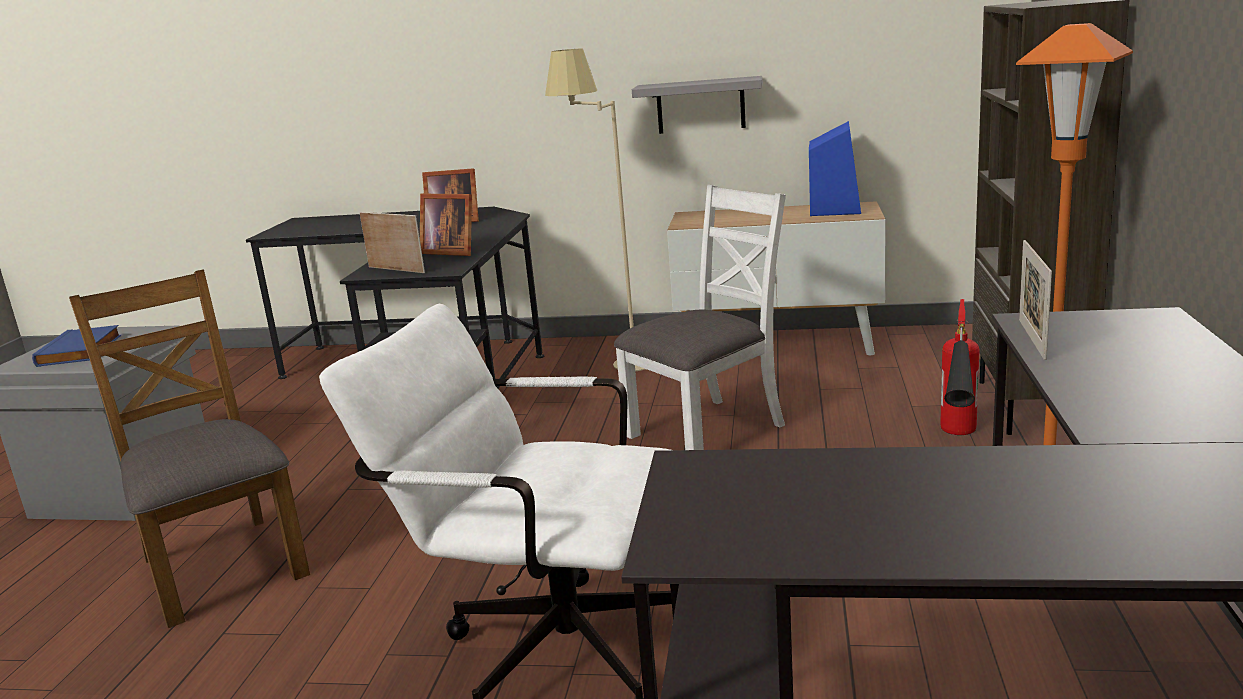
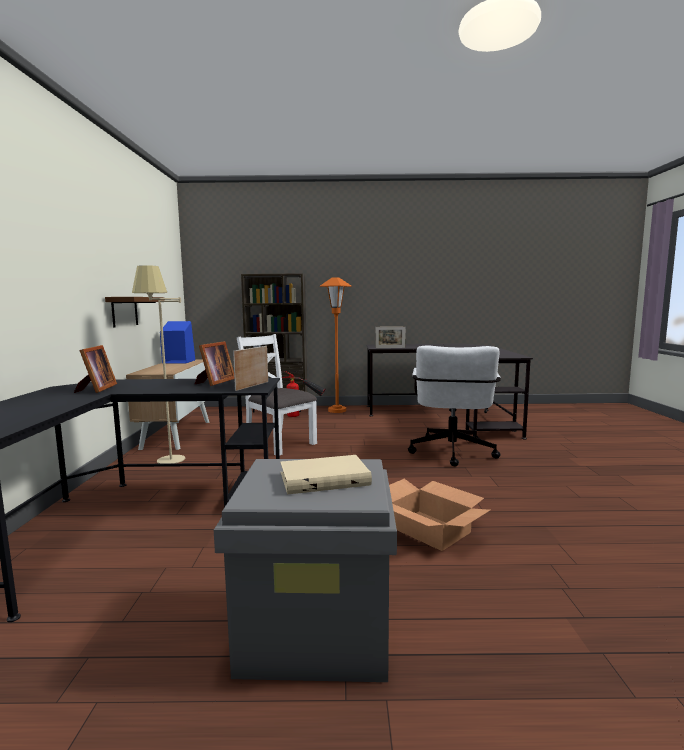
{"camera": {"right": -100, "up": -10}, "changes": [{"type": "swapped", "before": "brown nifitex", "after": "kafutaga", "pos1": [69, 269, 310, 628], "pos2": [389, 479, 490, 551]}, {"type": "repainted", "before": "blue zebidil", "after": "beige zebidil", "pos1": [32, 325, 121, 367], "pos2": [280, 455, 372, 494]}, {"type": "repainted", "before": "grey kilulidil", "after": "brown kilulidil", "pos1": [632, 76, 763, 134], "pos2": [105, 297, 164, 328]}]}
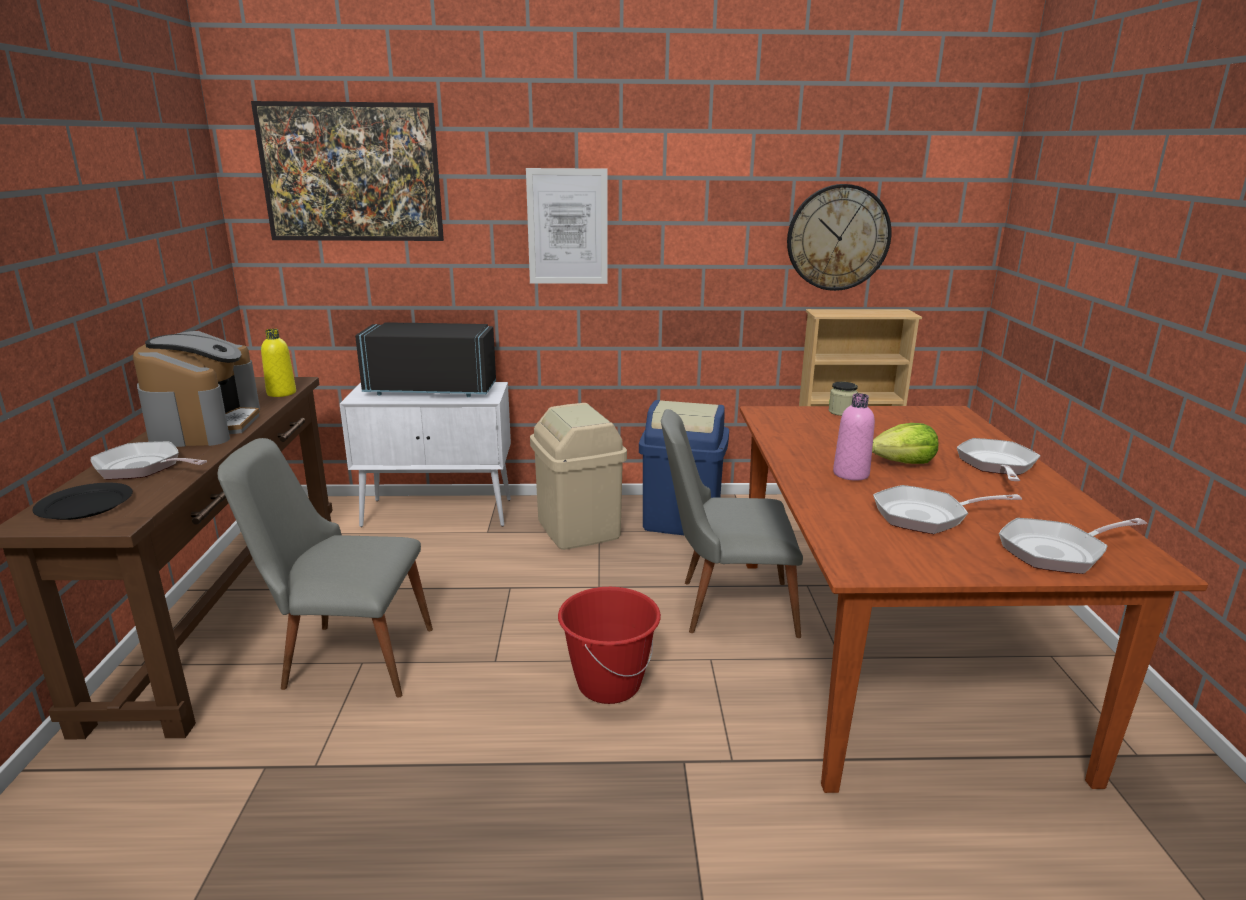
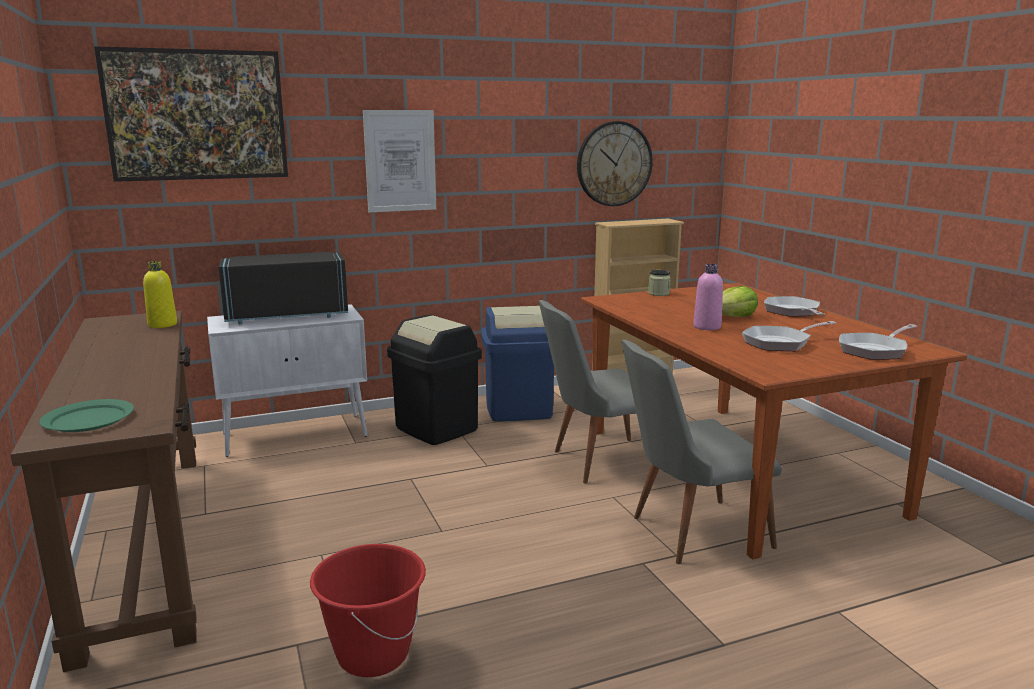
{"camera": {"right": -20, "up": -5}, "changes": [{"type": "gone", "before": "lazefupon", "pos1": [91, 441, 207, 480]}, {"type": "gone", "before": "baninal", "pos1": [133, 331, 260, 447]}, {"type": "shifted", "before": "grey nifitex", "pos1": [218, 438, 433, 697], "pos2": [622, 340, 782, 564]}, {"type": "shifted", "before": "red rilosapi", "pos1": [558, 587, 661, 704], "pos2": [310, 544, 426, 677]}, {"type": "repainted", "before": "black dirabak", "after": "green dirabak", "pos1": [33, 483, 133, 520], "pos2": [39, 399, 134, 432]}, {"type": "repainted", "before": "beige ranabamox", "after": "black ranabamox", "pos1": [530, 403, 627, 550], "pos2": [387, 315, 482, 445]}]}
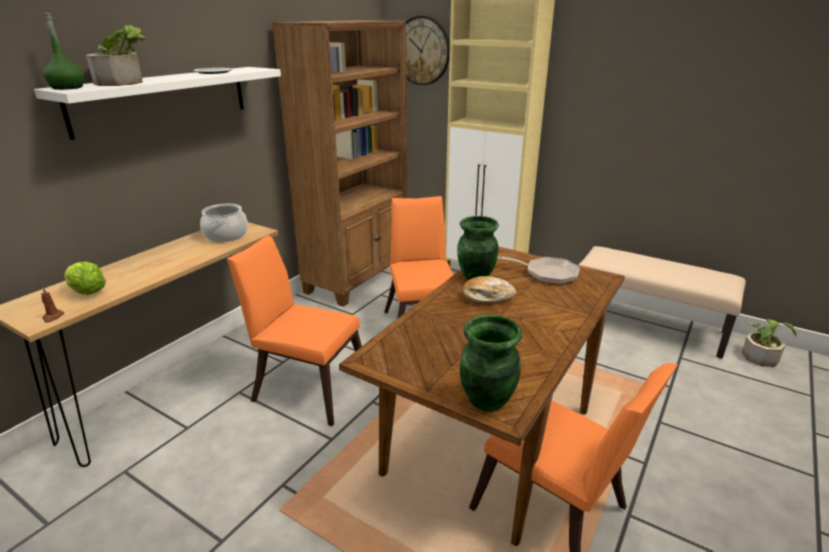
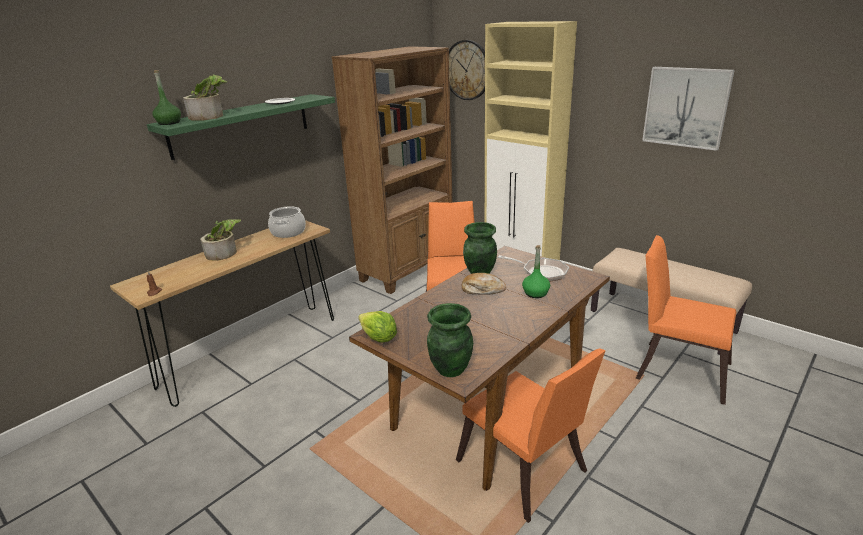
{"camera": {"right": 10, "up": 0}, "changes": [{"type": "new", "after": "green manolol", "pos2": [522, 245, 550, 298]}, {"type": "new", "after": "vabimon", "pos2": [642, 67, 735, 151]}, {"type": "shifted", "before": "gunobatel", "pos1": [64, 262, 106, 295], "pos2": [358, 311, 397, 342]}, {"type": "shifted", "before": "orange nifitex", "pos1": [227, 236, 362, 426], "pos2": [636, 235, 736, 405]}, {"type": "shifted", "before": "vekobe", "pos1": [742, 319, 797, 367], "pos2": [200, 219, 241, 261]}, {"type": "repainted", "before": "white kilulidil", "after": "green kilulidil", "pos1": [34, 67, 281, 140], "pos2": [147, 94, 335, 160]}]}
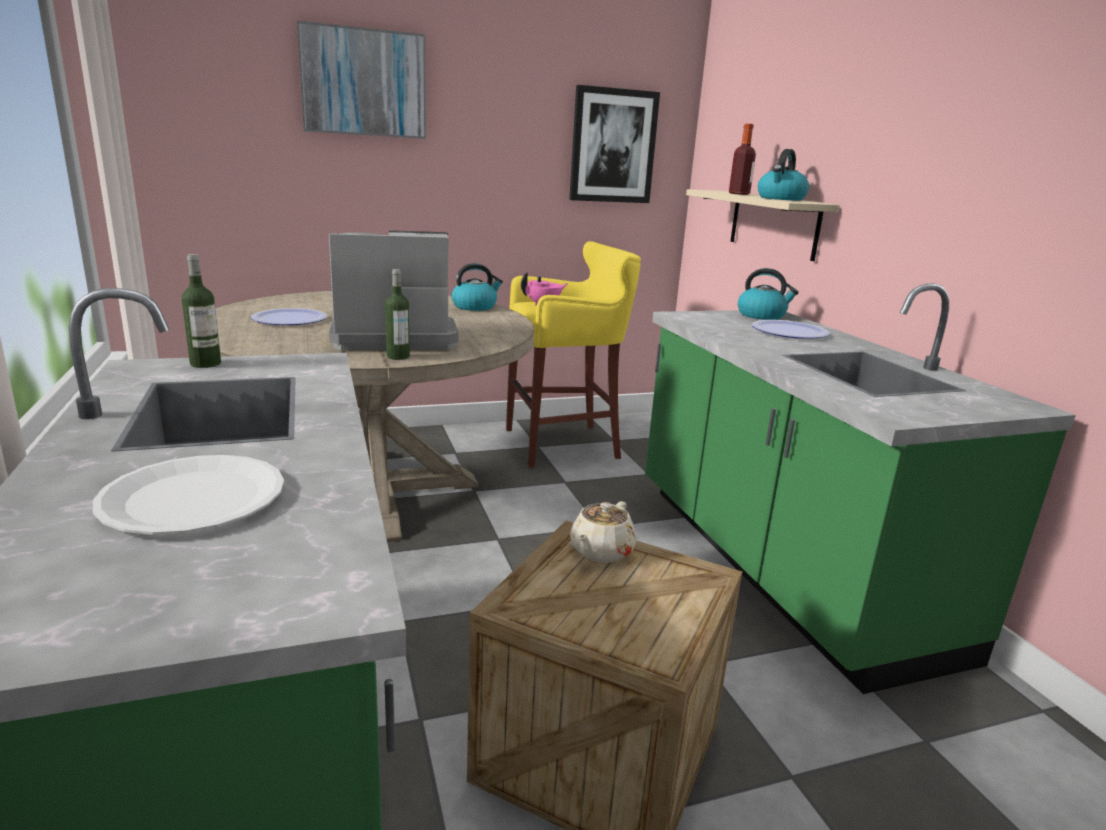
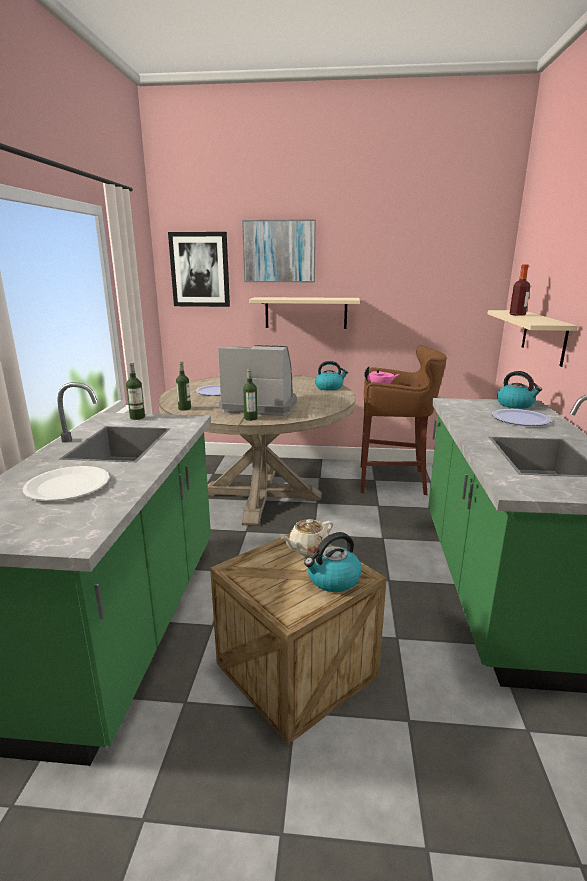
{"camera": {"right": 25, "up": 0}, "changes": [{"type": "new", "after": "manolol", "pos2": [176, 362, 191, 410]}, {"type": "new", "after": "beige kilulidil", "pos2": [249, 297, 360, 329]}, {"type": "shifted", "before": "vabimon", "pos1": [569, 85, 660, 203], "pos2": [168, 232, 230, 307]}, {"type": "shifted", "before": "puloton", "pos1": [758, 149, 809, 201], "pos2": [304, 532, 362, 592]}, {"type": "repainted", "before": "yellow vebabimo", "after": "brown vebabimo", "pos1": [506, 241, 641, 468], "pos2": [360, 345, 447, 495]}]}
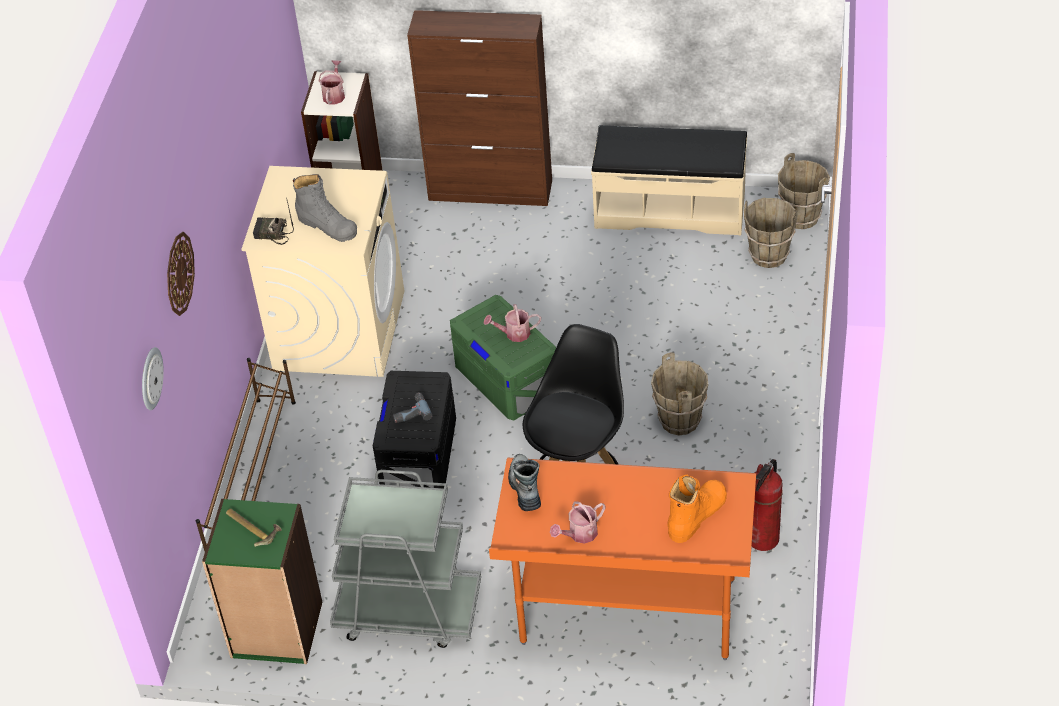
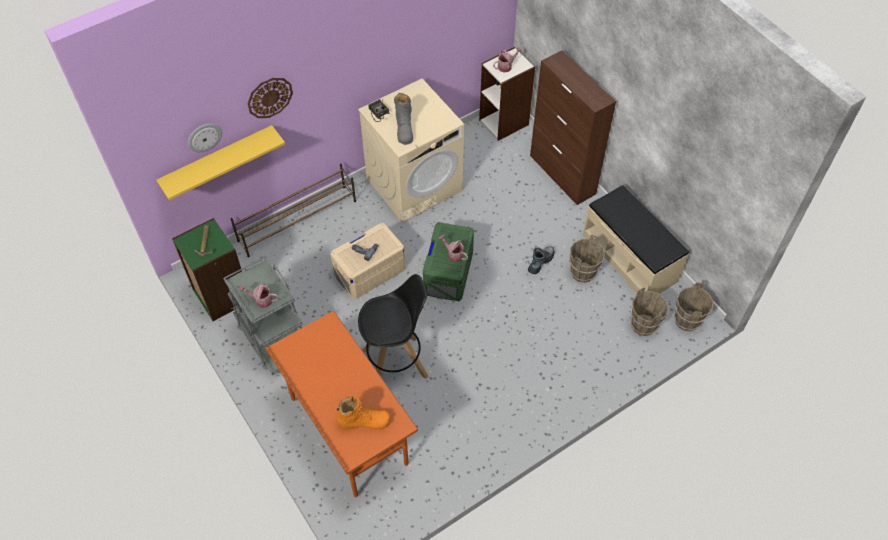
{"camera": {"right": 45, "up": 10}, "changes": [{"type": "gone", "before": "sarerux", "pos1": [752, 459, 783, 551]}, {"type": "new", "after": "yellow kilulidil", "pos2": [156, 125, 285, 200]}, {"type": "shifted", "before": "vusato", "pos1": [508, 454, 541, 511], "pos2": [528, 246, 555, 274]}, {"type": "shifted", "before": "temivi", "pos1": [550, 501, 606, 544], "pos2": [239, 283, 279, 308]}, {"type": "shifted", "before": "brown rilosapi", "pos1": [651, 352, 709, 435], "pos2": [569, 235, 605, 283]}, {"type": "repainted", "before": "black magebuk", "after": "beige magebuk", "pos1": [373, 371, 456, 489], "pos2": [330, 223, 405, 299]}]}
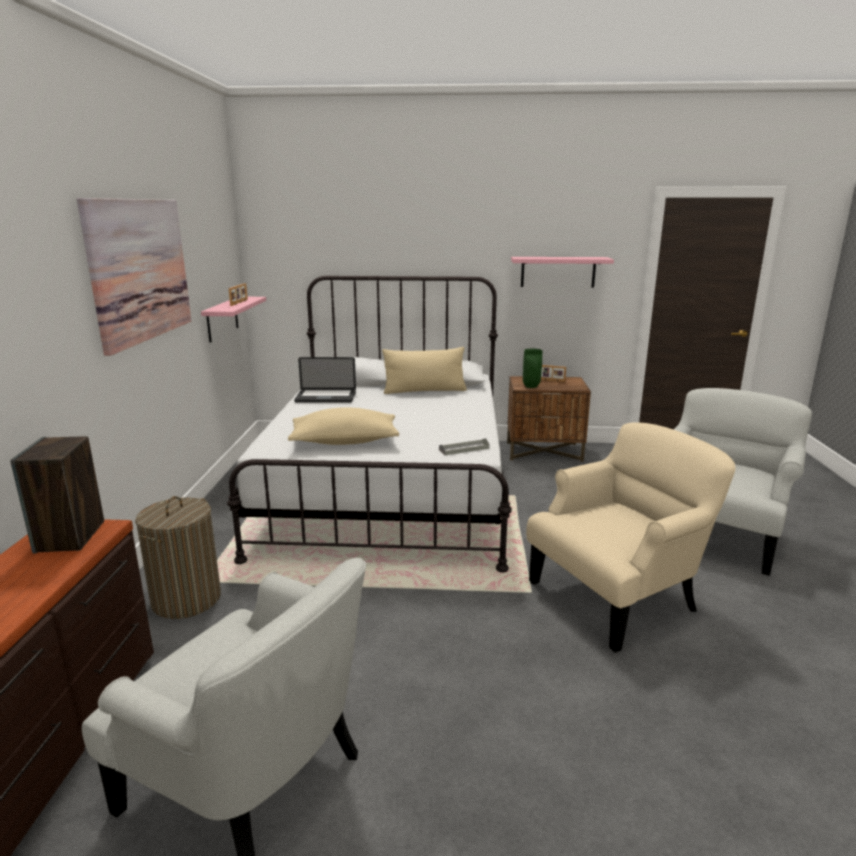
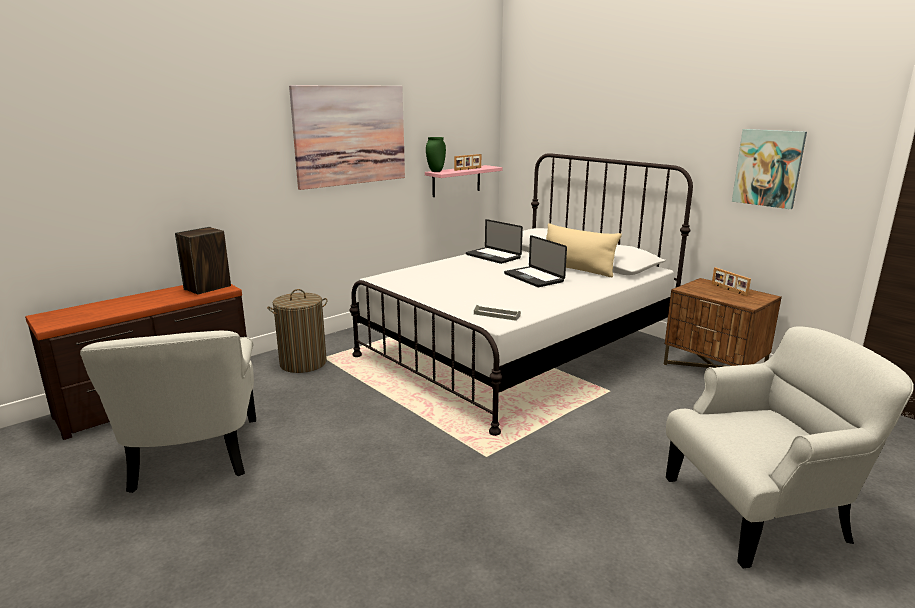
{"camera": {"right": 45, "up": 0}, "changes": [{"type": "gone", "before": "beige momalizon", "pos1": [288, 408, 399, 445]}, {"type": "gone", "before": "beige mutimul", "pos1": [526, 422, 735, 653]}, {"type": "new", "after": "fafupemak", "pos2": [504, 235, 567, 287]}, {"type": "shifted", "before": "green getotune", "pos1": [523, 349, 543, 388], "pos2": [426, 137, 446, 172]}, {"type": "swapped", "before": "pink kilulidil", "after": "vabimon", "pos1": [511, 257, 614, 287], "pos2": [732, 129, 807, 209]}]}
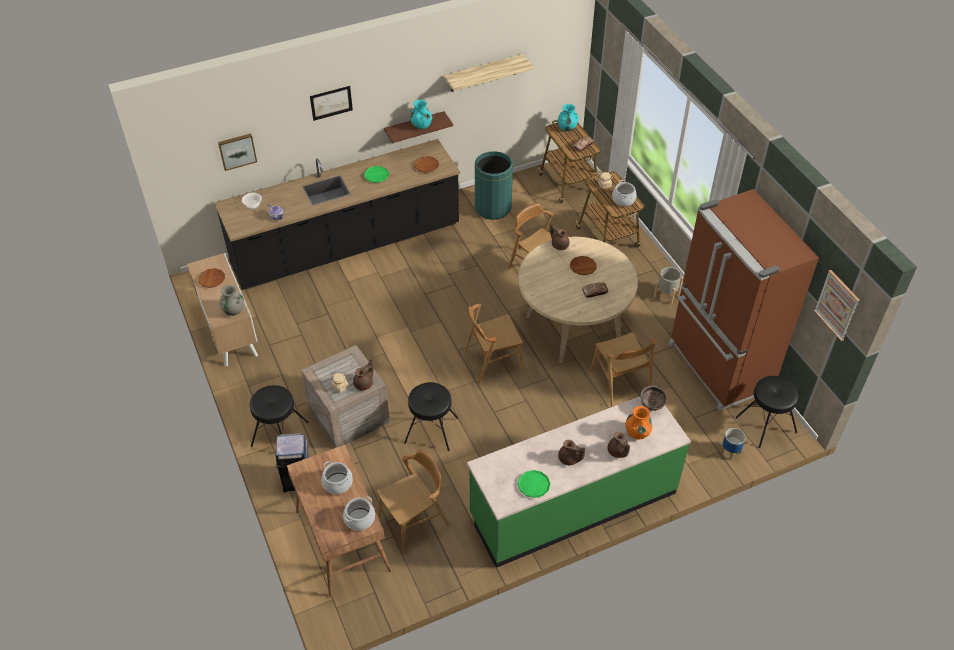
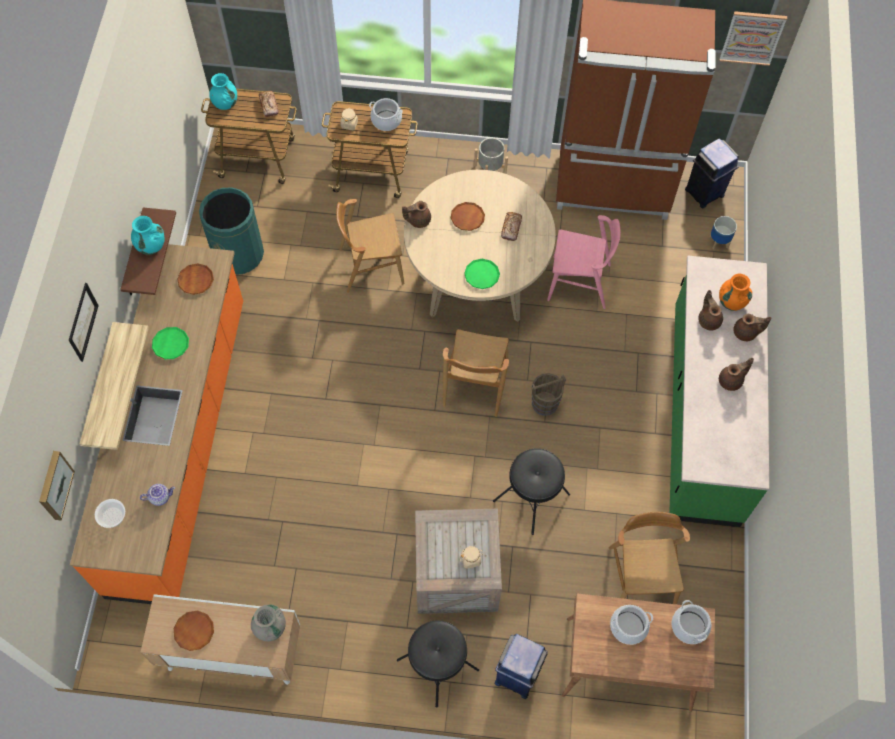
{"camera": {"right": -60, "up": 15}, "changes": [{"type": "gone", "before": "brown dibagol", "pos1": [640, 386, 667, 411]}, {"type": "new", "after": "brown rilosapi", "pos2": [532, 373, 566, 416]}, {"type": "shifted", "before": "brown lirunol", "pos1": [353, 359, 374, 391], "pos2": [698, 290, 723, 331]}, {"type": "shifted", "before": "kilulidil", "pos1": [444, 54, 533, 92], "pos2": [79, 322, 149, 450]}, {"type": "shifted", "before": "green dirabak", "pos1": [518, 470, 550, 498], "pos2": [464, 259, 500, 289]}, {"type": "swapped", "before": "black vebabimo", "after": "blue ranabamox", "pos1": [735, 376, 799, 448], "pos2": [685, 138, 739, 209]}, {"type": "repainted", "before": "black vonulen", "after": "orange vonulen", "pos1": [214, 139, 460, 290], "pos2": [70, 244, 243, 604]}, {"type": "repainted", "before": "brown nifitex", "after": "pink nifitex", "pos1": [590, 332, 656, 407], "pos2": [547, 215, 621, 309]}]}
